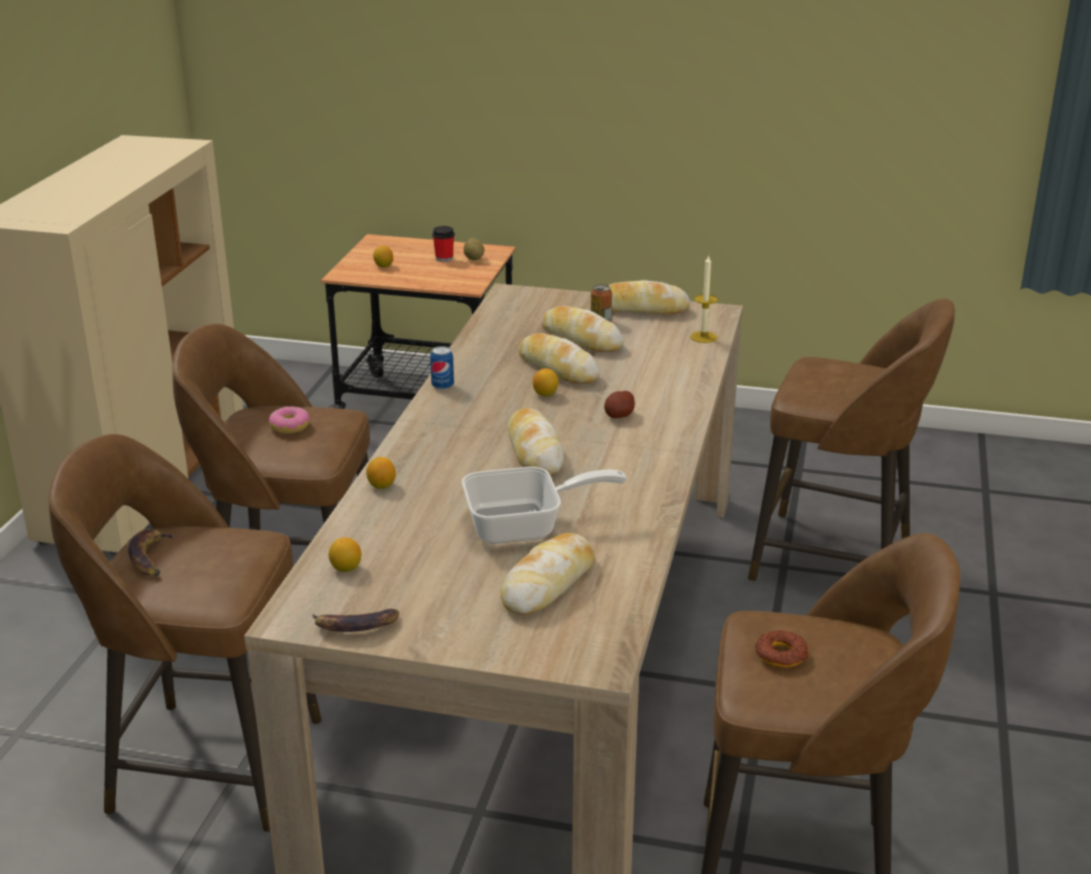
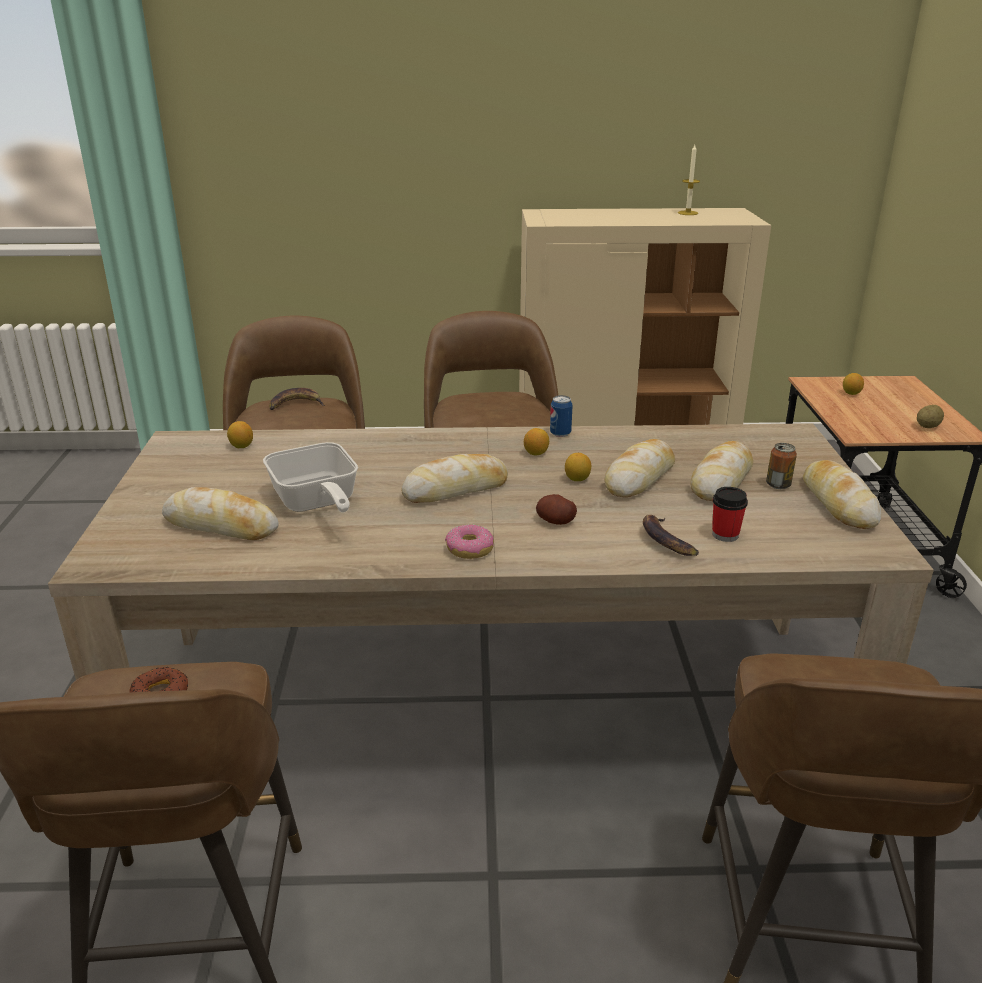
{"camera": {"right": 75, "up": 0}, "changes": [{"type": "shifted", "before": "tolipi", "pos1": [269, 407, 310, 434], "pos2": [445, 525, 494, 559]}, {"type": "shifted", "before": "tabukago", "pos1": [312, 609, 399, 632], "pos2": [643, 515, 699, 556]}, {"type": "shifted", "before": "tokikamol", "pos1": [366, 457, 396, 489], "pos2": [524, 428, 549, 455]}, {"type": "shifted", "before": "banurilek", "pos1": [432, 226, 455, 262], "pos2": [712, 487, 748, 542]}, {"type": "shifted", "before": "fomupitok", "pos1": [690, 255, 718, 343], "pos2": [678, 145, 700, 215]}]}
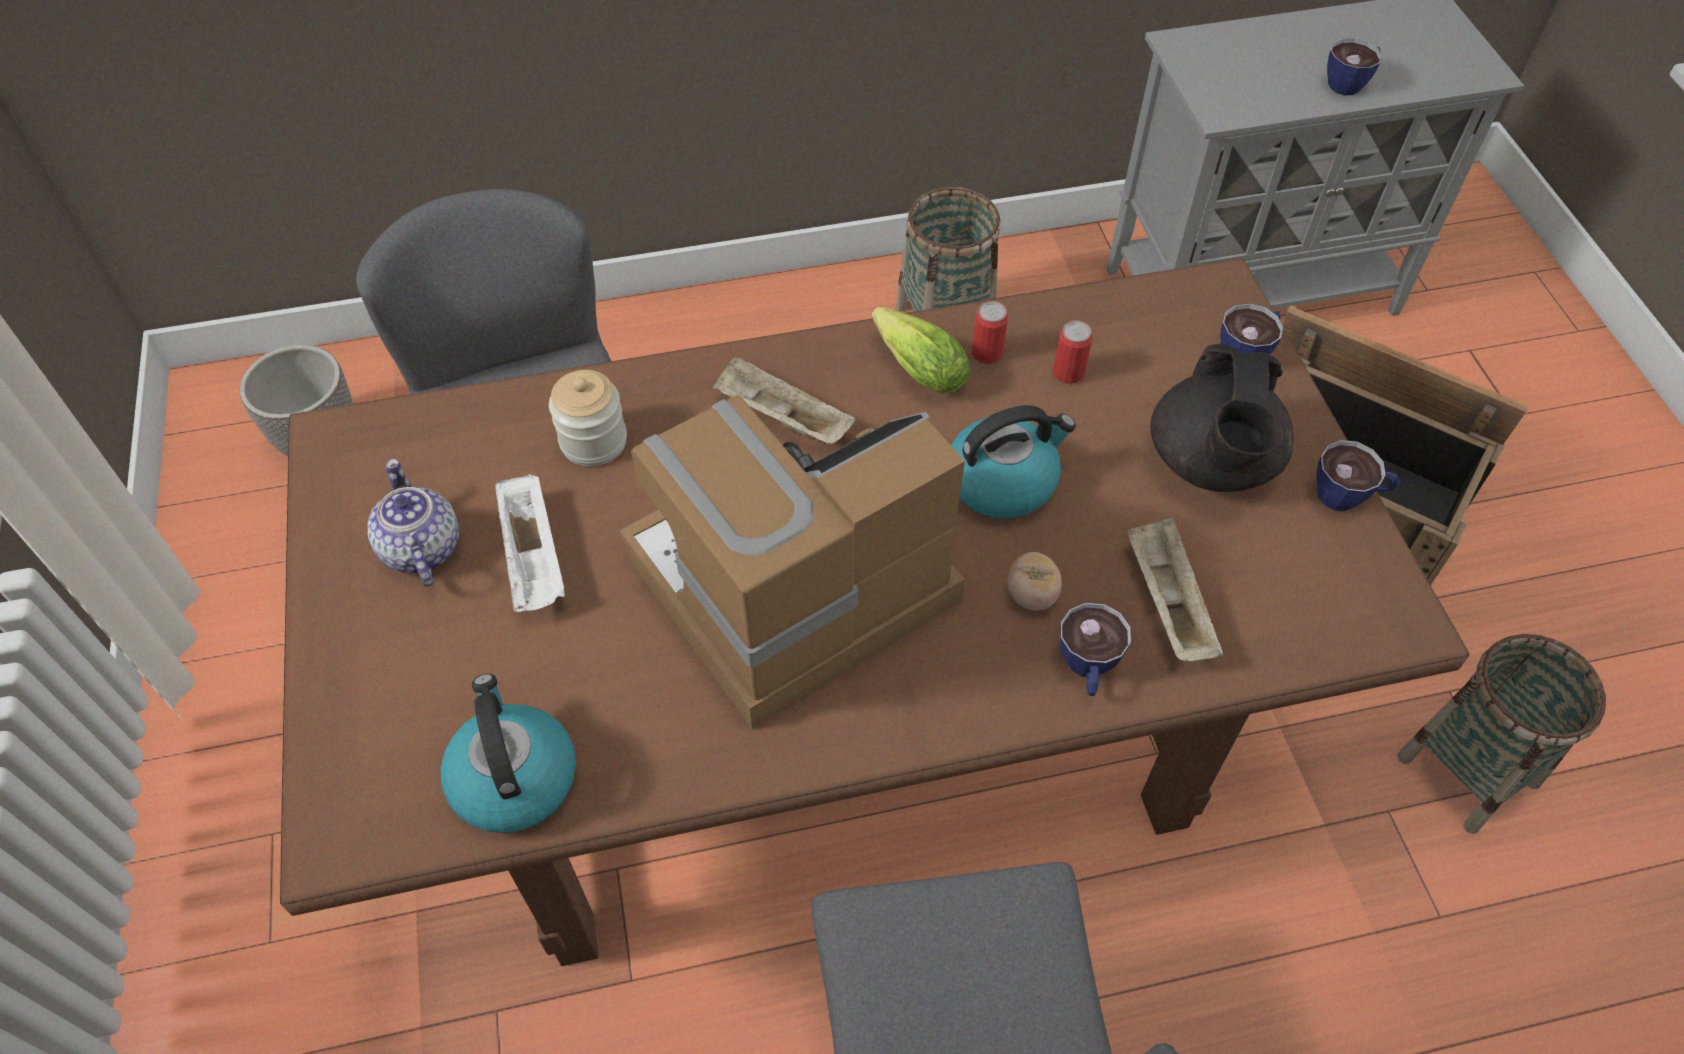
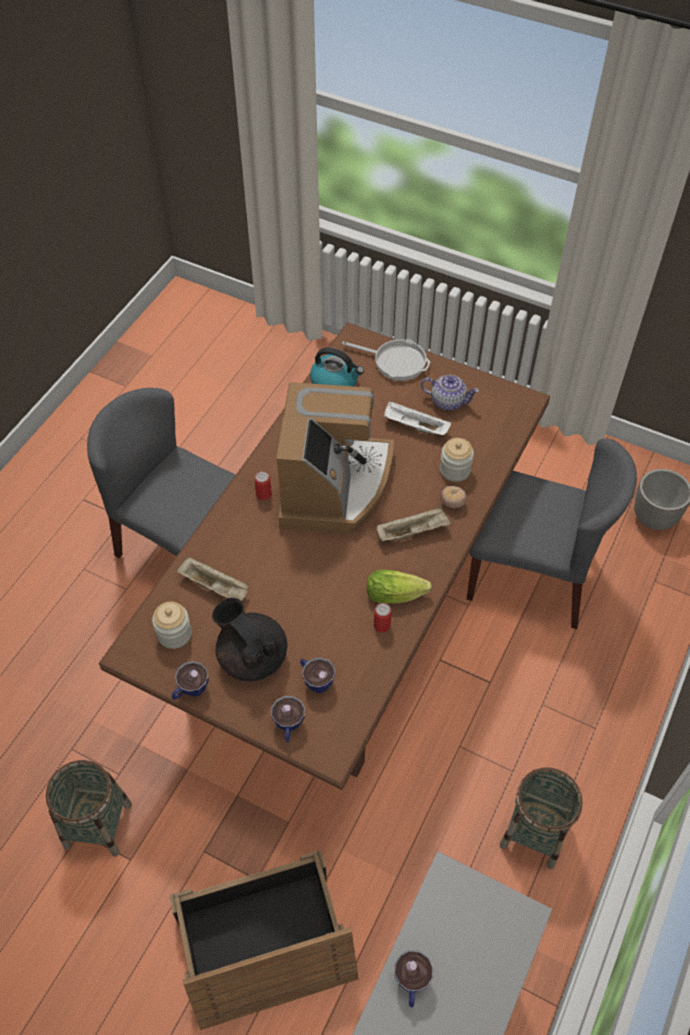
{"camera": {"right": 130, "up": 0}, "changes": [{"type": "gone", "before": "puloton", "pos1": [951, 405, 1076, 519]}, {"type": "new", "after": "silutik", "pos2": [152, 602, 192, 649]}, {"type": "new", "after": "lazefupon", "pos2": [342, 339, 430, 381]}, {"type": "shifted", "before": "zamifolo", "pos1": [1007, 552, 1062, 611], "pos2": [441, 486, 466, 508]}, {"type": "shifted", "before": "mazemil", "pos1": [1053, 321, 1092, 384], "pos2": [254, 471, 272, 500]}, {"type": "shifted", "before": "banurilek", "pos1": [1060, 603, 1131, 696], "pos2": [300, 657, 335, 693]}]}
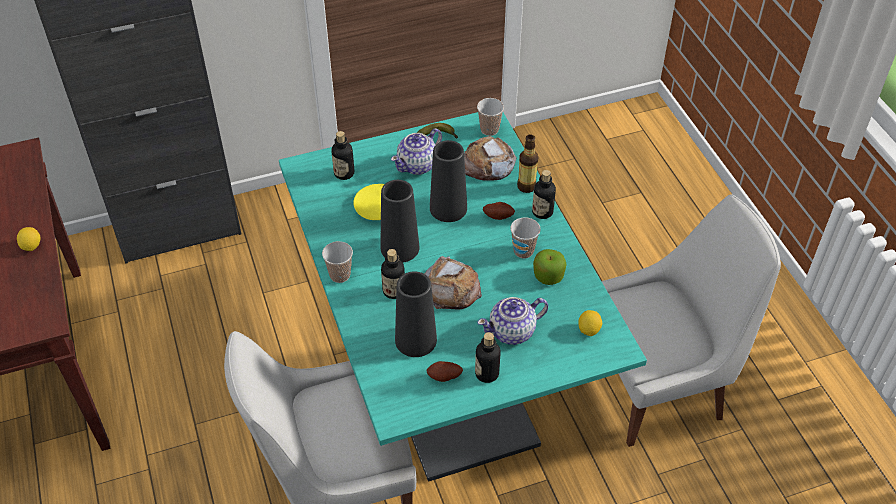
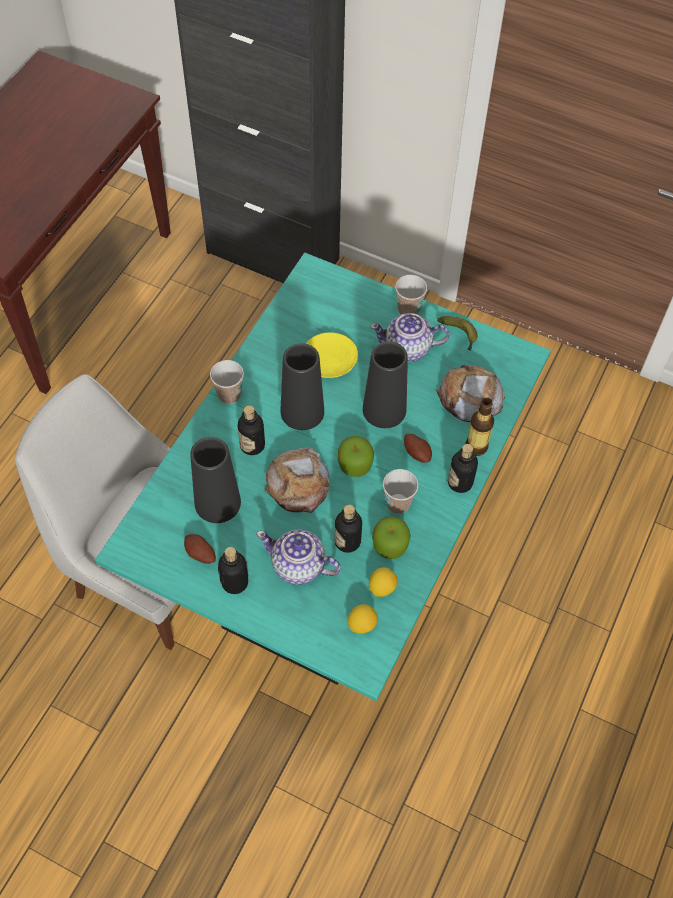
{"camera": {"right": 45, "up": 10}, "changes": [{"type": "gone", "before": "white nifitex", "pos1": [602, 195, 781, 447]}, {"type": "new", "after": "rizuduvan", "pos2": [338, 436, 374, 477]}, {"type": "shifted", "before": "tokikamol", "pos1": [17, 227, 40, 251], "pos2": [369, 567, 398, 597]}, {"type": "shifted", "before": "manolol", "pos1": [331, 131, 354, 180], "pos2": [335, 505, 362, 553]}, {"type": "shifted", "before": "banurilek", "pos1": [477, 98, 504, 136], "pos2": [395, 275, 427, 314]}]}
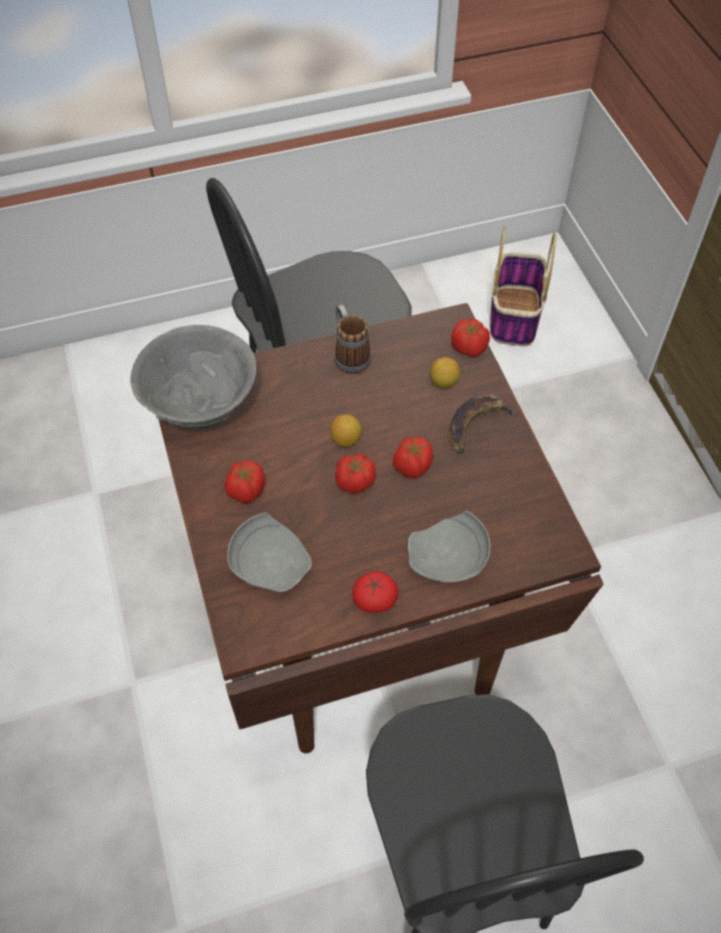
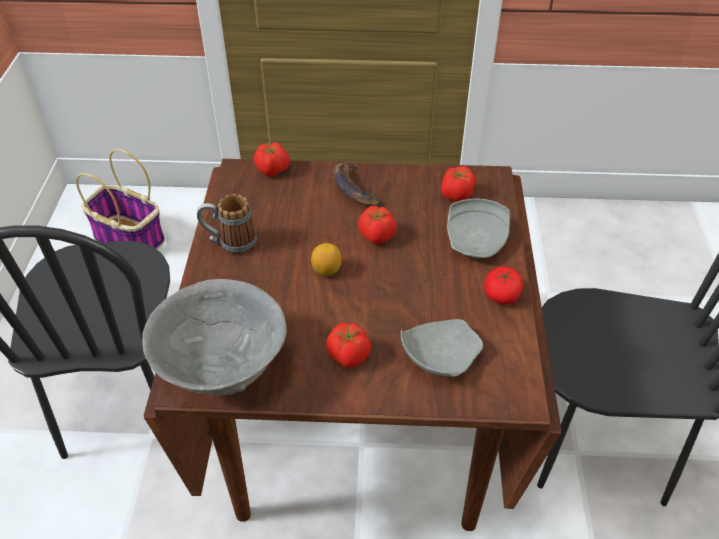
{"camera": {"right": -70, "up": -10}, "changes": [{"type": "gone", "before": "tokikamol", "pos1": [430, 357, 460, 389]}, {"type": "shifted", "before": "zamifolo", "pos1": [335, 454, 376, 493], "pos2": [441, 166, 475, 202]}]}
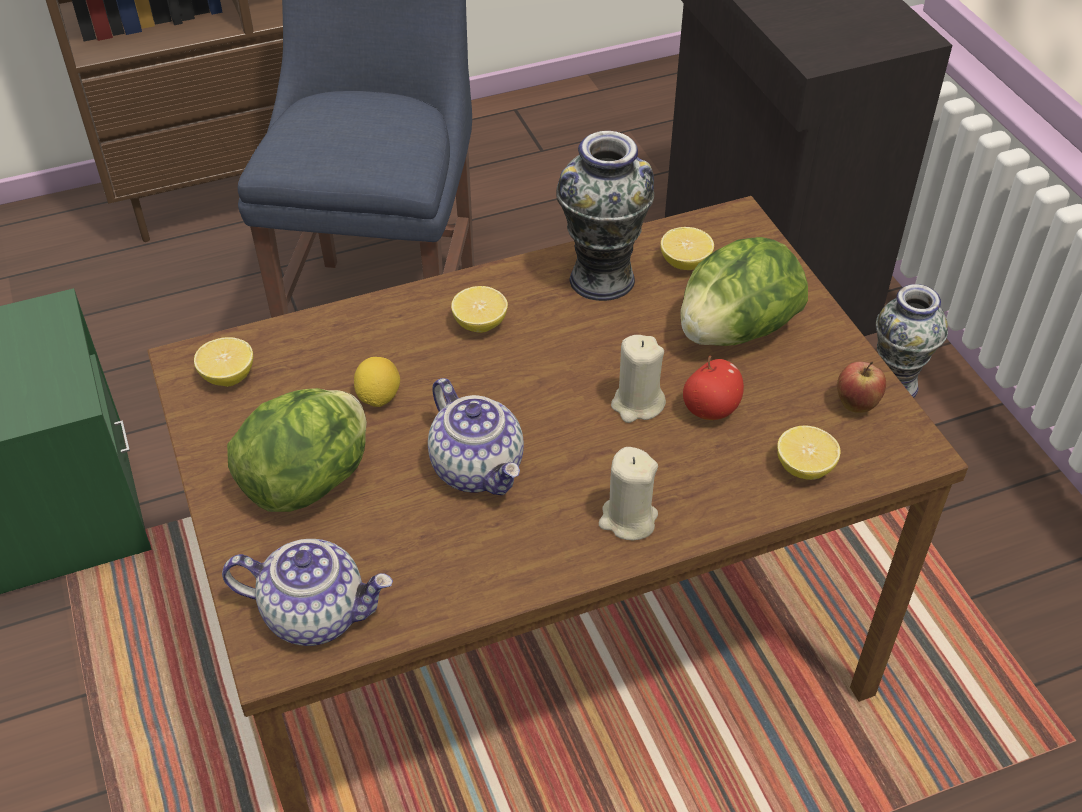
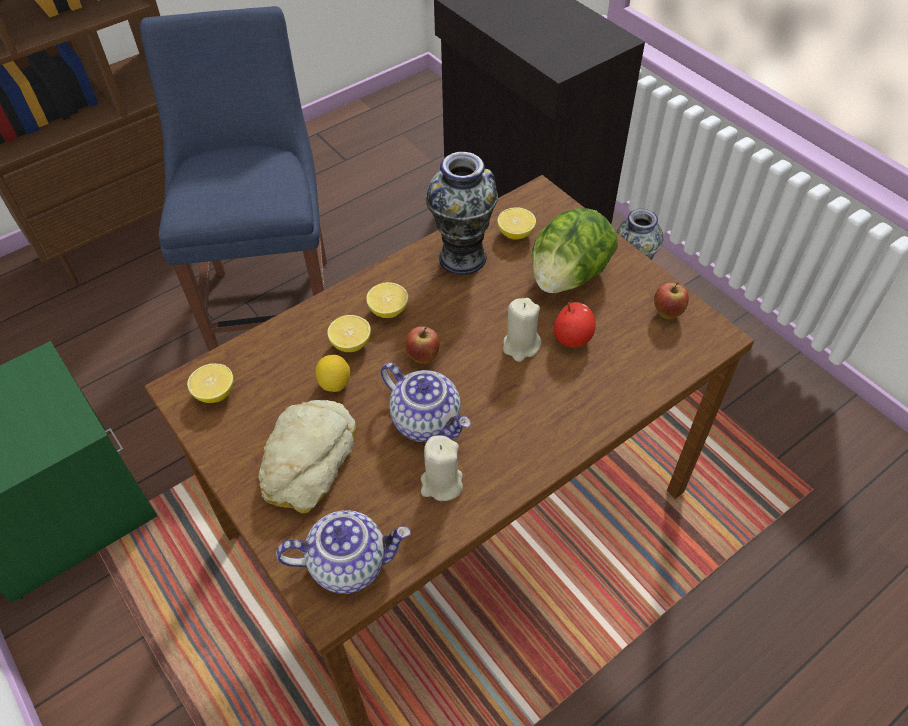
{"camera": {"right": -15, "up": 5}, "changes": [{"type": "new", "after": "rizuduvan", "pos2": [405, 326, 440, 363]}, {"type": "shifted", "before": "beige fomupitok", "pos1": [599, 447, 658, 540], "pos2": [421, 436, 463, 501]}, {"type": "shifted", "before": "tokikamol", "pos1": [777, 425, 841, 480], "pos2": [327, 315, 371, 352]}, {"type": "swapped", "before": "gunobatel", "after": "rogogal", "pos1": [227, 388, 367, 512], "pos2": [258, 400, 357, 513]}]}
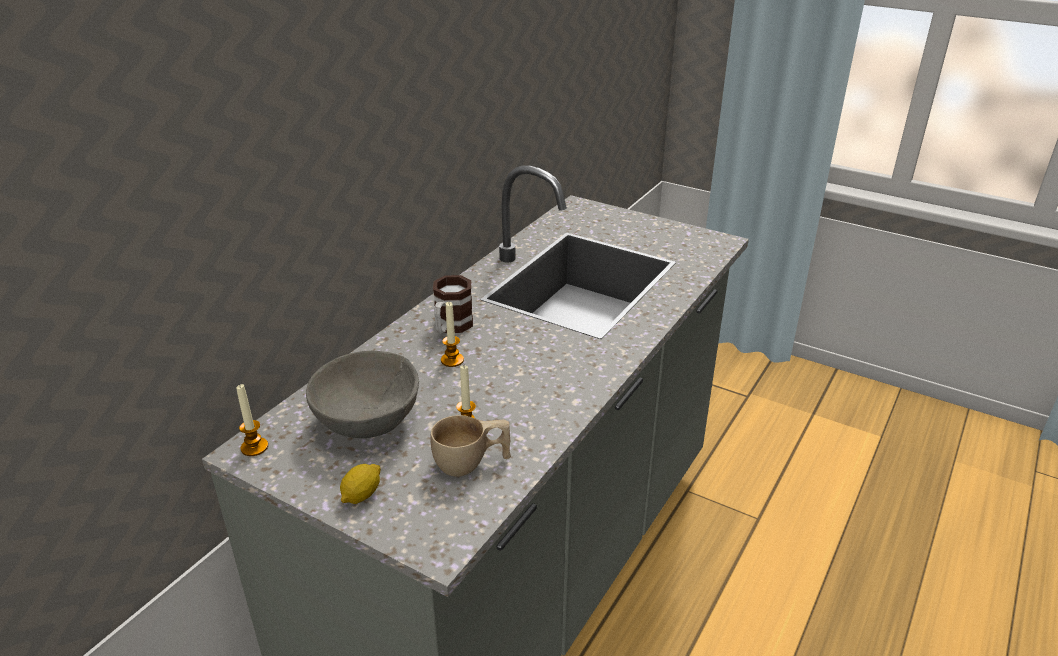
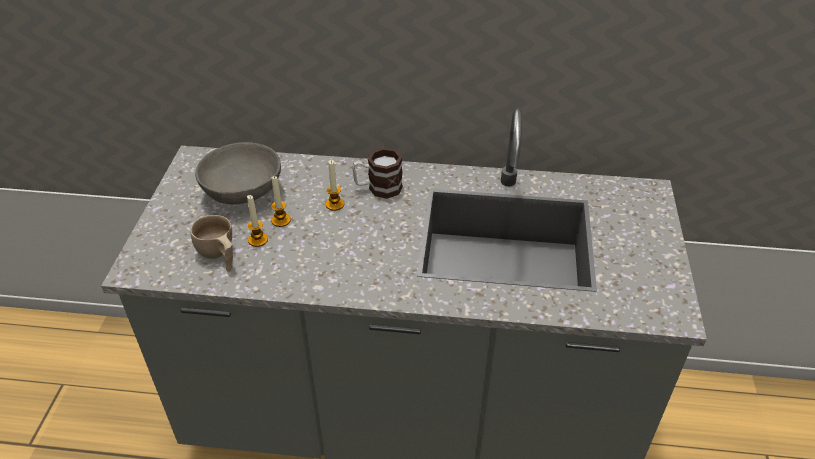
{"camera": {"right": 65, "up": 10}, "changes": [{"type": "gone", "before": "tokikamol", "pos1": [340, 464, 381, 504]}, {"type": "shifted", "before": "fomupitok", "pos1": [236, 384, 268, 456], "pos2": [271, 176, 291, 227]}]}
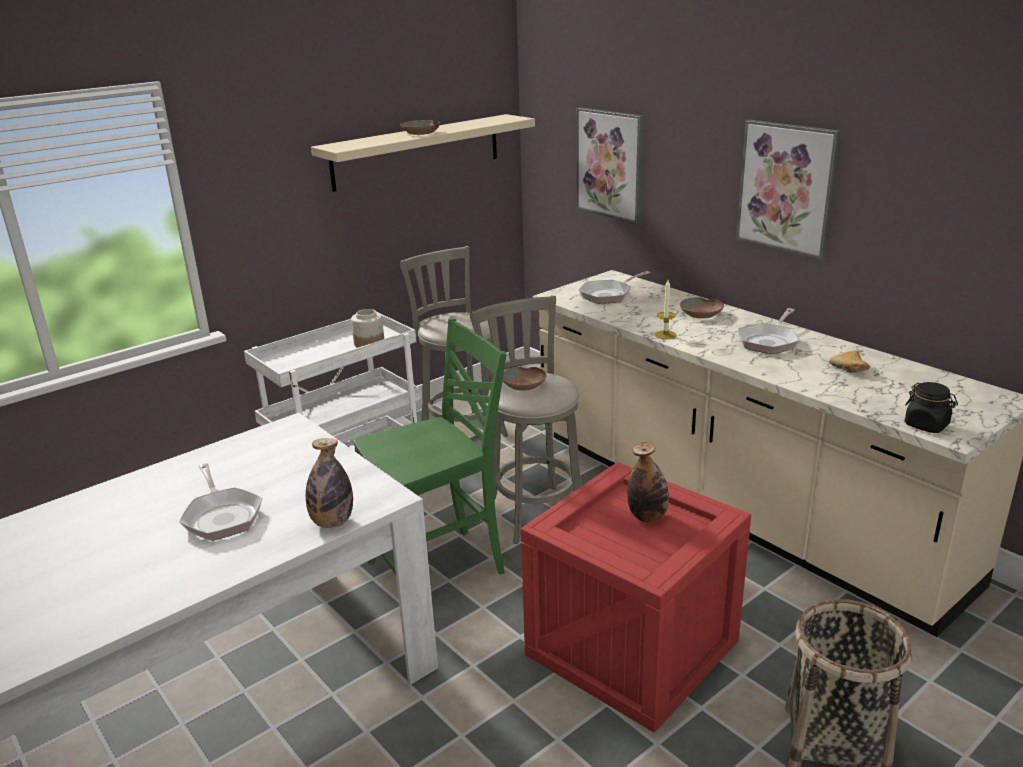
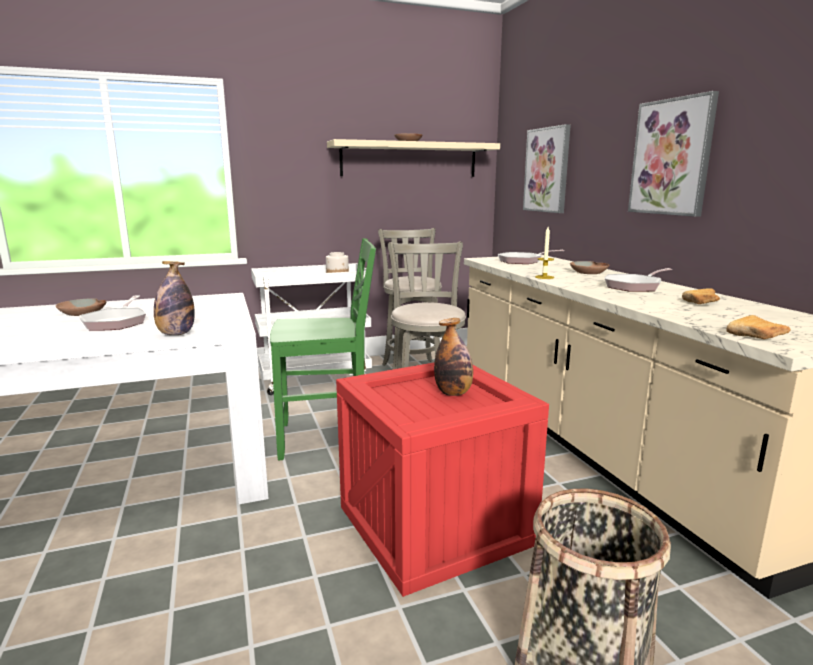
{"camera": {"right": 20, "up": -10}, "changes": [{"type": "shifted", "before": "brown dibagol", "pos1": [502, 366, 546, 391], "pos2": [56, 298, 107, 316]}, {"type": "swapped", "before": "black silutik", "after": "rogogal", "pos1": [905, 382, 958, 433], "pos2": [726, 315, 791, 339]}]}
